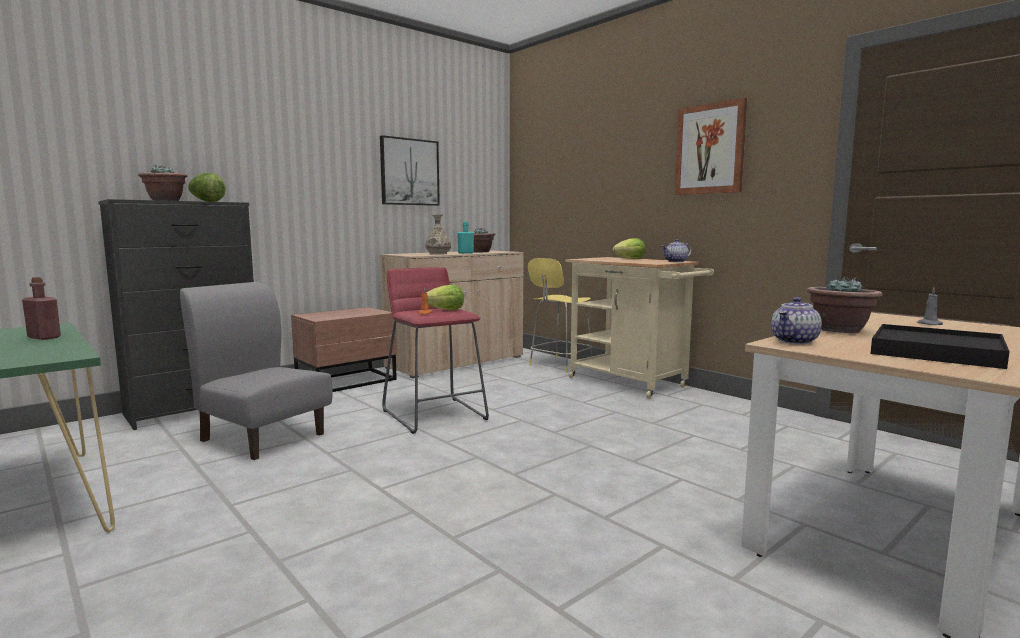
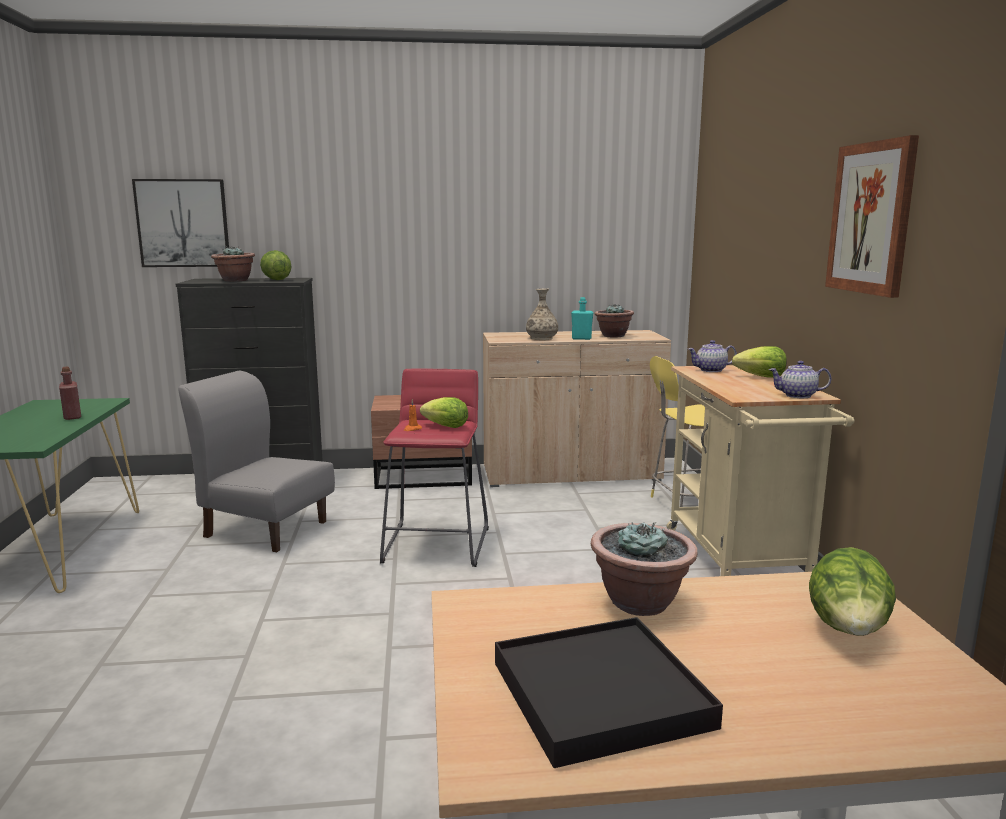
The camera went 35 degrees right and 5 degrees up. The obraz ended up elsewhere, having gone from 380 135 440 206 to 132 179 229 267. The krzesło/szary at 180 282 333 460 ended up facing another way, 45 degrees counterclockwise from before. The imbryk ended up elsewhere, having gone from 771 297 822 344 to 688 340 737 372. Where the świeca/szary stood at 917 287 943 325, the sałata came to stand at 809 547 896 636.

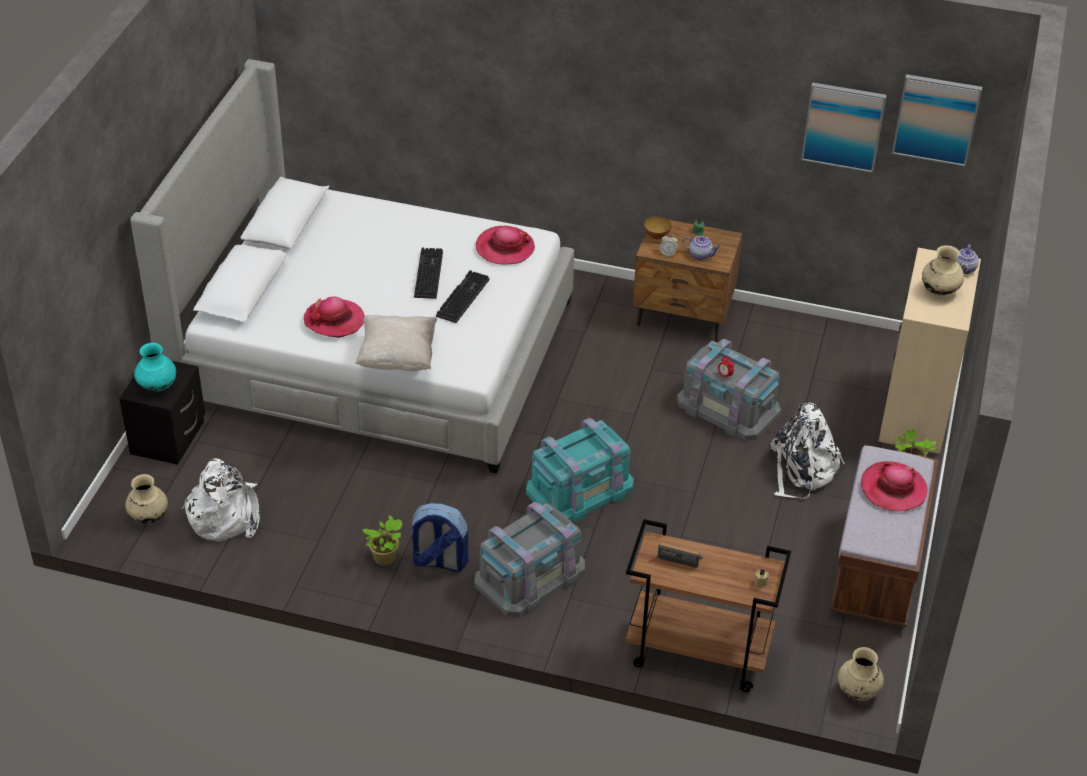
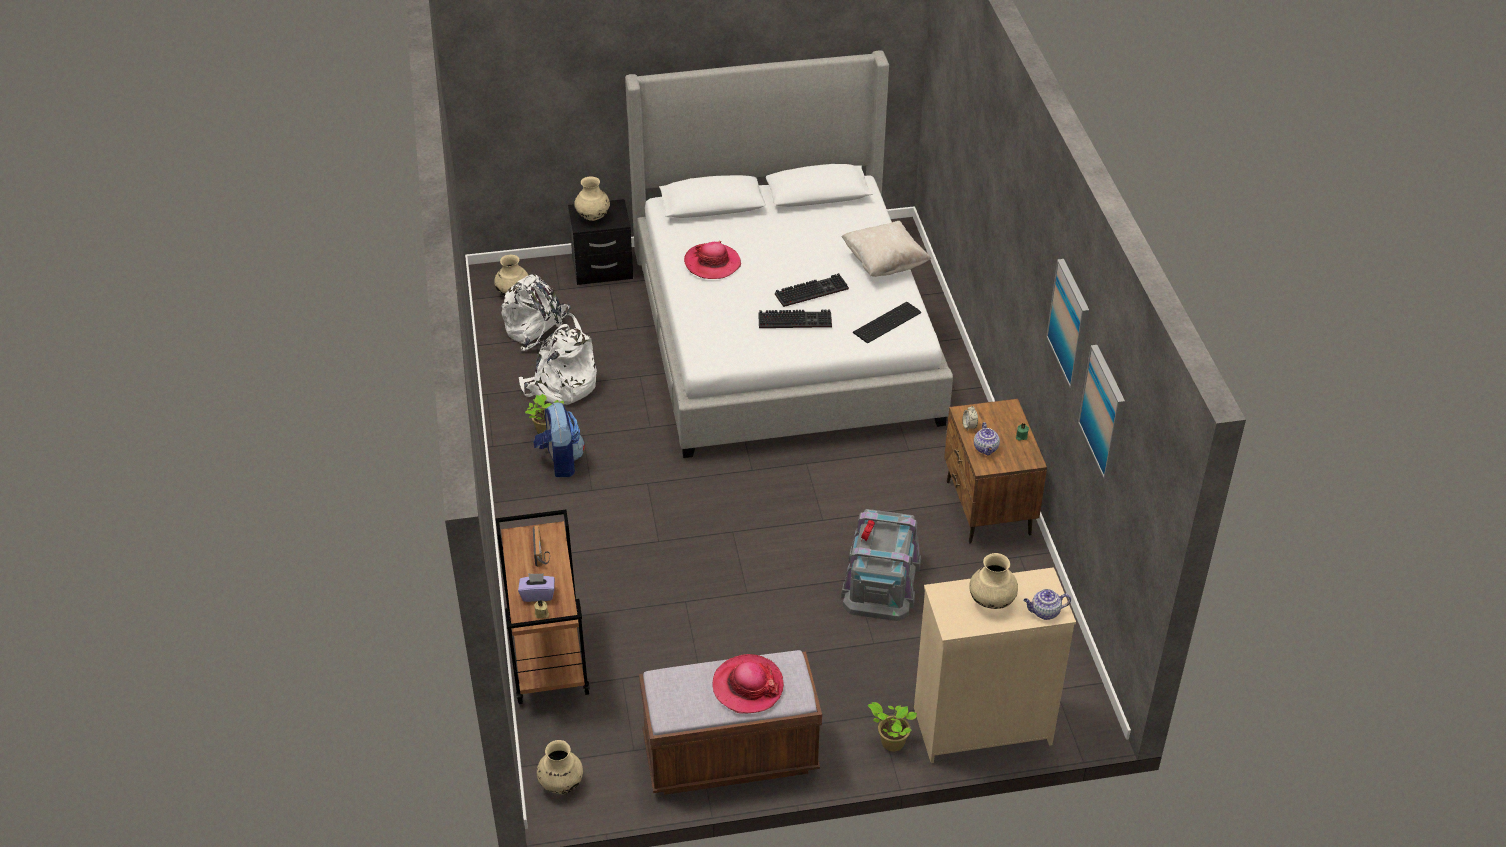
The camera went 65 degrees right and 0 degrees up. The second view gained the pudełko chusteczek/fioletowy at 518 573 555 602. The plecak/biały ended up elsewhere, having gone from 768 402 845 499 to 519 324 597 405. What was the wazon/turkusowy at 134 343 176 391 turned into the wazon/beżowy at 574 176 610 221. The poduszka/beżowy ended up elsewhere, having gone from 355 315 437 371 to 841 221 932 277. Where the kapelusz stood at 476 226 535 264, the klawiatura came to stand at 853 302 921 344. The obraz ended up elsewhere, having gone from 892 74 982 167 to 1046 259 1089 388. The second view lost the pojemnik do przechowywania/szary at 474 502 585 617. The second view lost the pojemnik do przechowywania/turkusowy at 526 418 634 522. The second view lost the miska at 644 216 671 240.

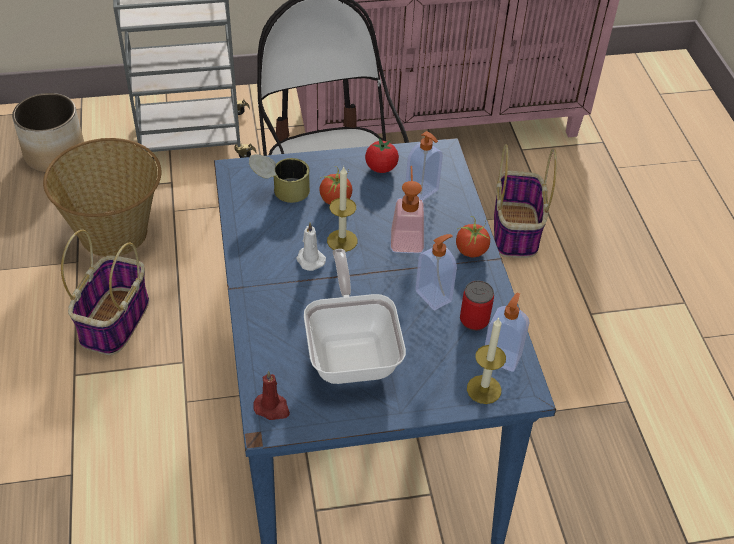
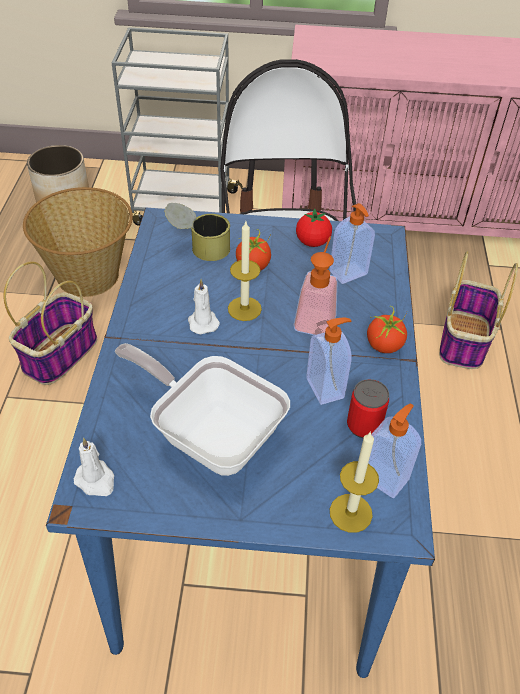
The camera went 15 degrees right and 0 degrees up. What was the świeca/czerwony at 253 370 290 420 turned into the świeca/biały at 74 438 114 496. The patelnia at 304 249 406 384 ended up facing another way, 60 degrees counterclockwise from before.

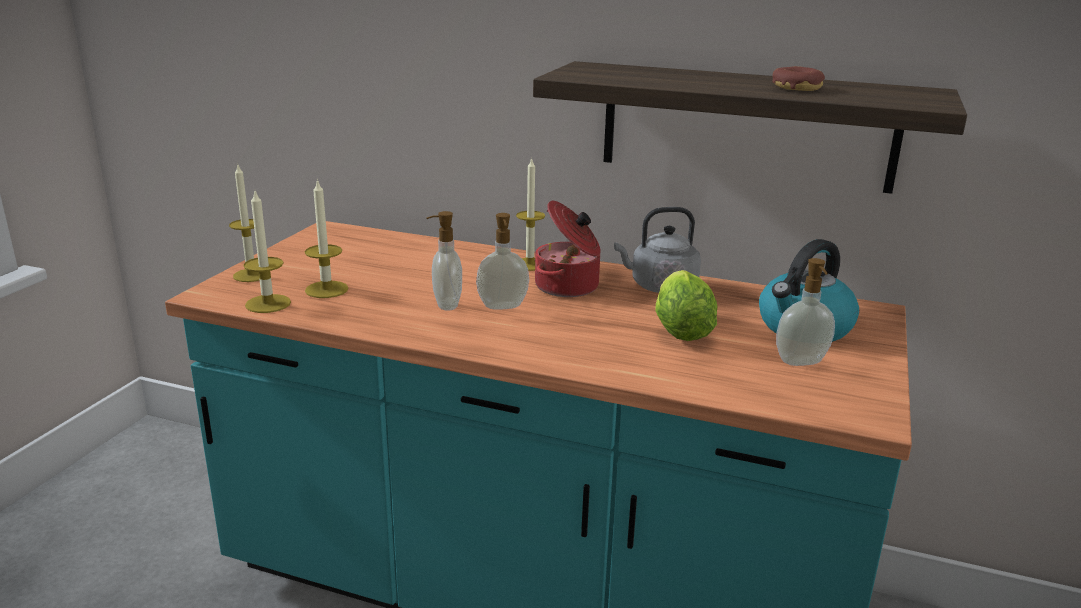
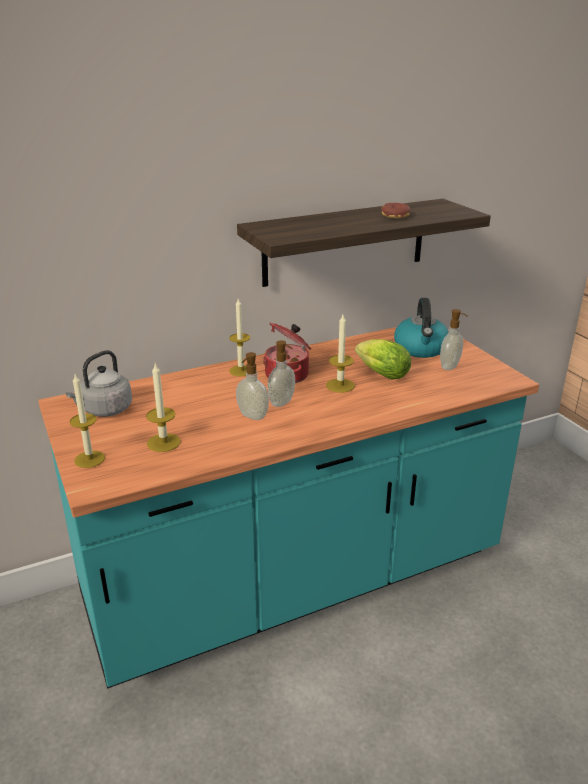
The camera went 45 degrees left and 5 degrees up. The czajnik/szary ended up elsewhere, having gone from 614 207 701 293 to 66 350 132 417. The świeca ended up elsewhere, having gone from 244 191 291 313 to 326 315 355 393.

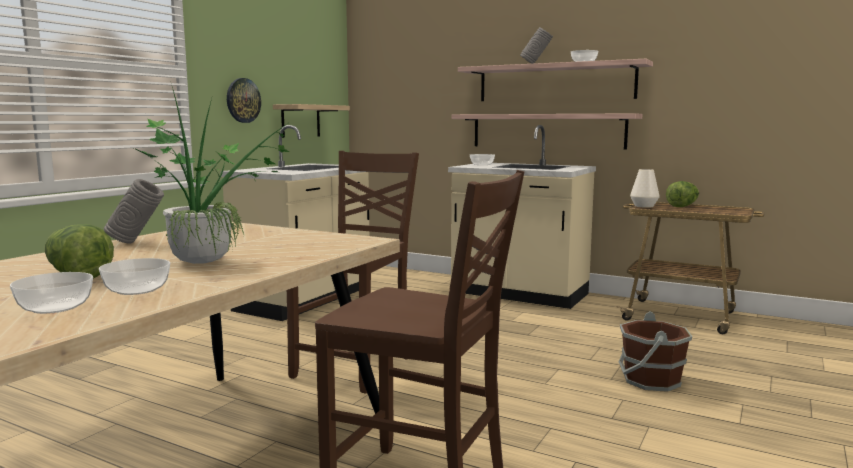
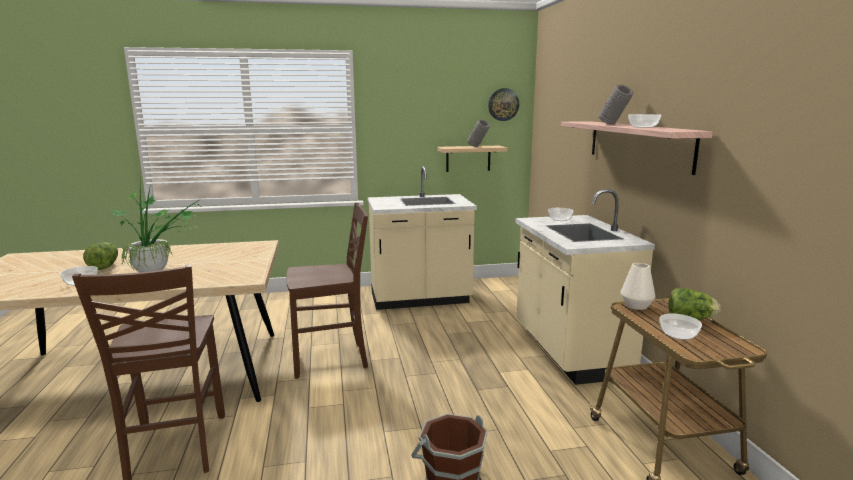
The camera went 50 degrees right and 5 degrees up. The wazon/szary ended up elsewhere, having gone from 104 179 164 244 to 467 120 490 147. The zegar ścienny ended up elsewhere, having gone from 227 78 261 123 to 488 88 519 121. The miska ended up elsewhere, having gone from 10 272 93 314 to 659 314 702 340. The second view lost the półka at 451 113 643 150.

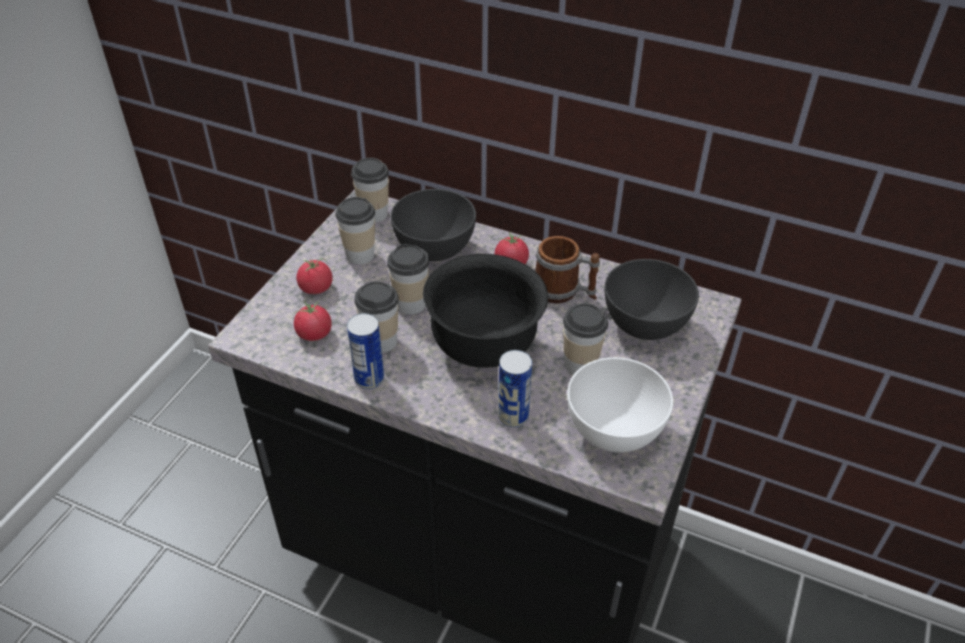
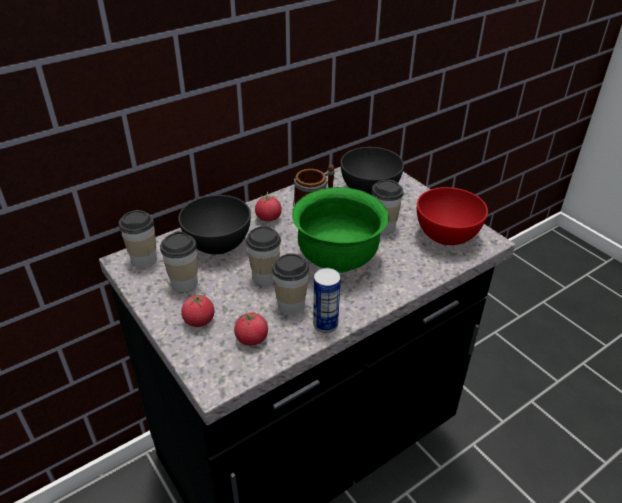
The camera went 60 degrees left and 5 degrees down. What was the miska/czarny at 423 254 548 368 turned into the miska/zielony at 292 187 389 273. What was the miska/biały at 567 357 673 452 turned into the miska/czerwony at 417 187 488 245. The second view lost the puszka at 498 350 532 428.

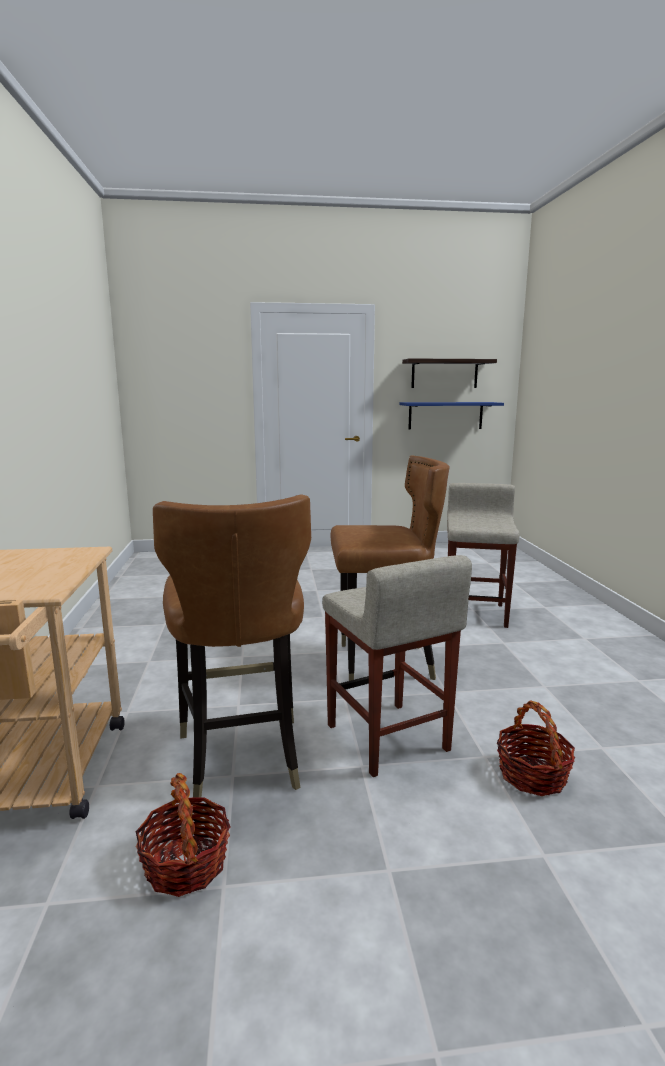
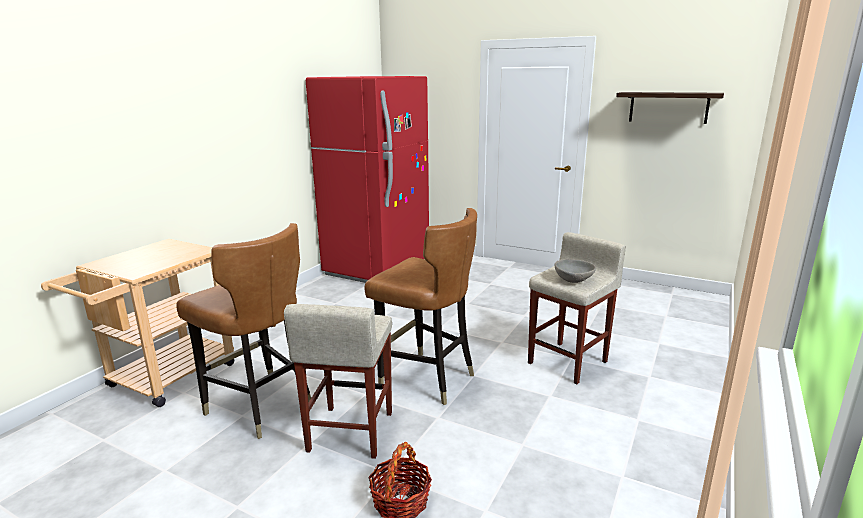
The camera went 35 degrees right and 5 degrees up. The krzesło/brązowy at 153 495 311 803 ended up facing another way, 75 degrees counterclockwise from before. The second view gained the lodówka/czerwony at 306 76 429 283. The second view gained the miska/szary at 555 259 596 283. The second view lost the koszyk at 136 773 230 897. The second view lost the półka/niebieski at 400 402 504 430.

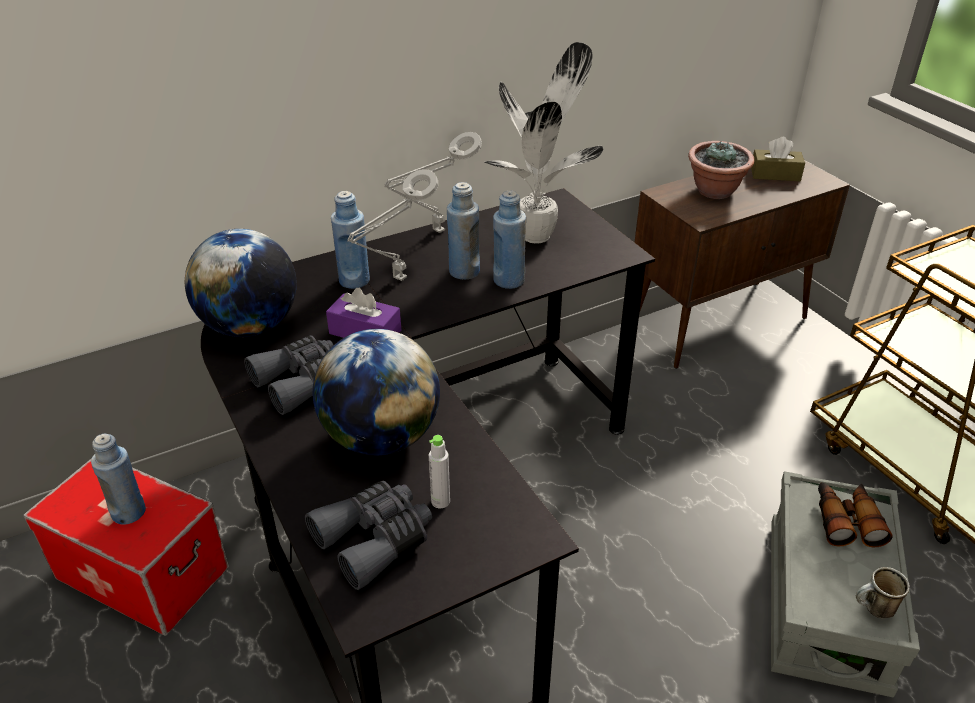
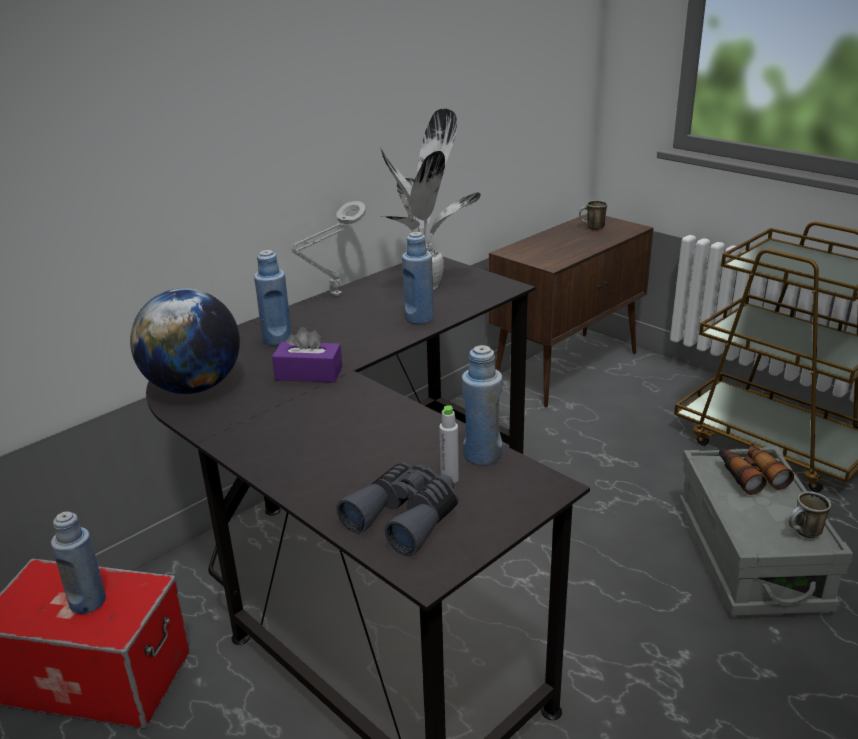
The camera went 15 degrees left and 10 degrees down. The butelka/niebieski ended up elsewhere, having gone from 447 182 480 279 to 462 345 502 466. Where the pudełko chusteczek/brązowy stood at 751 137 805 181, the kubek came to stand at 579 200 608 230. The second view lost the lornetka/szary at 244 335 333 415. The second view lost the globus at 313 329 440 456. The second view lost the lampa stołowa/szary at 347 169 438 281. The second view lost the roślina doniczkowa at 688 141 754 199.

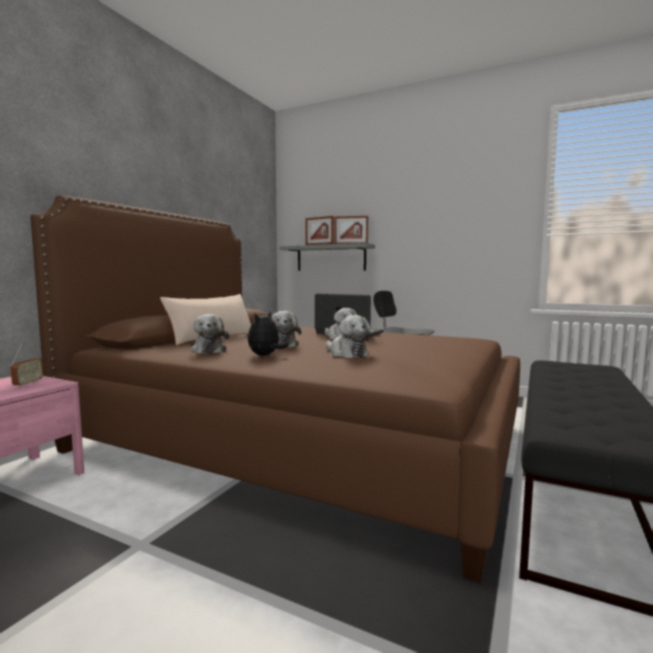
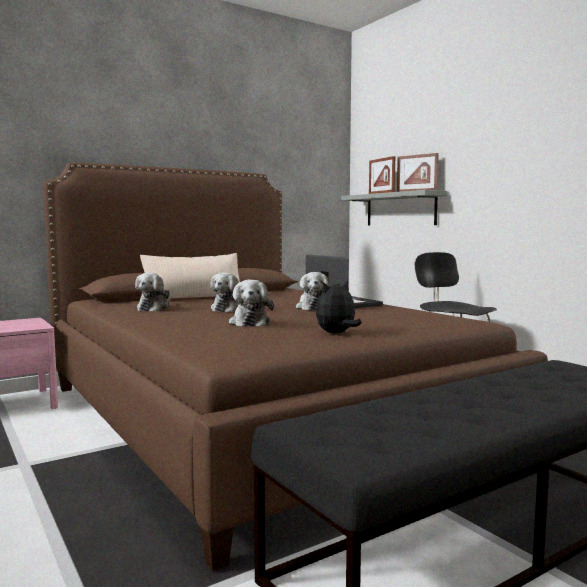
The camera went 30 degrees right and 0 degrees up. The pluszak ended up elsewhere, having gone from 248 312 288 356 to 316 280 362 333. The second view lost the radio at 10 343 43 387.

